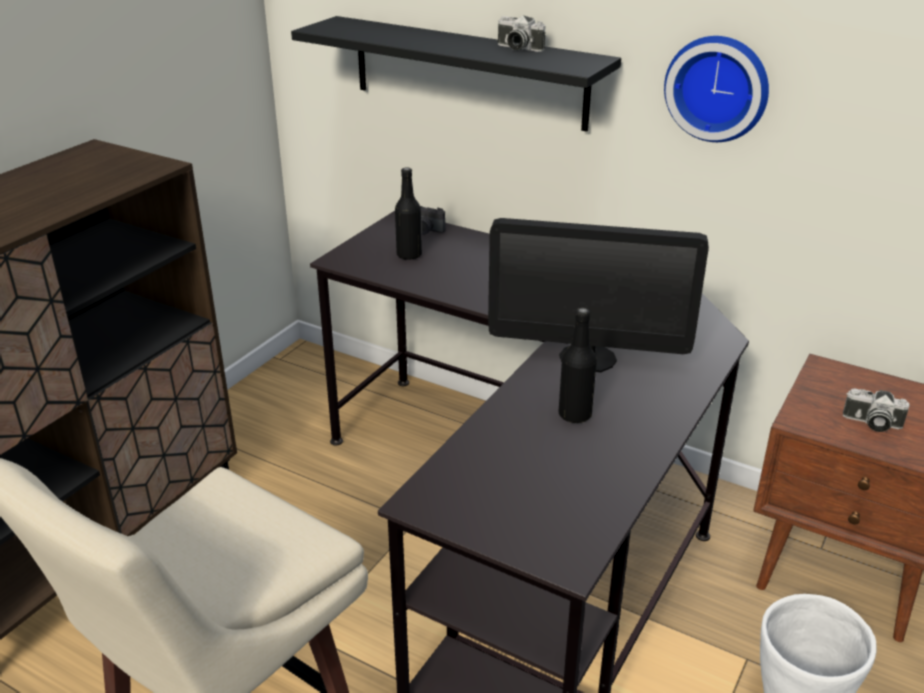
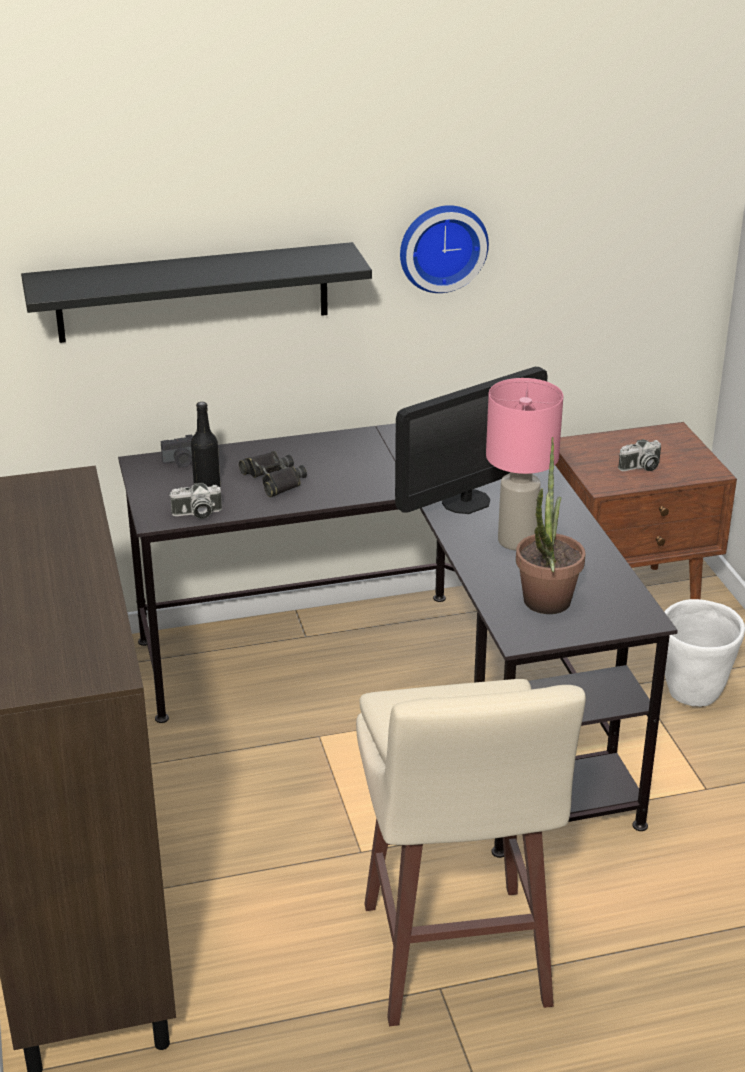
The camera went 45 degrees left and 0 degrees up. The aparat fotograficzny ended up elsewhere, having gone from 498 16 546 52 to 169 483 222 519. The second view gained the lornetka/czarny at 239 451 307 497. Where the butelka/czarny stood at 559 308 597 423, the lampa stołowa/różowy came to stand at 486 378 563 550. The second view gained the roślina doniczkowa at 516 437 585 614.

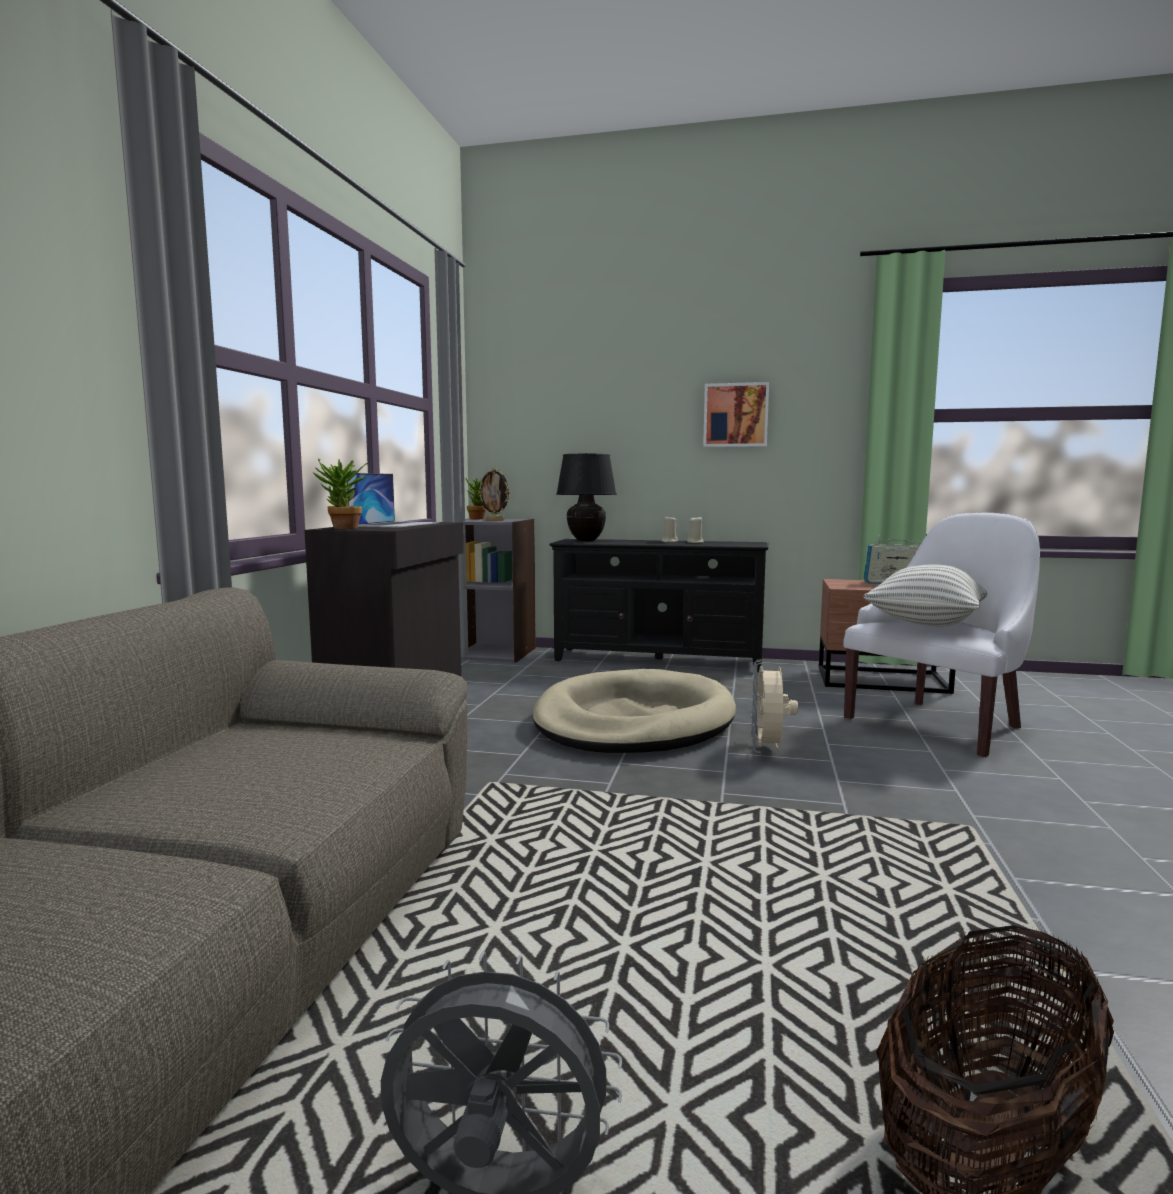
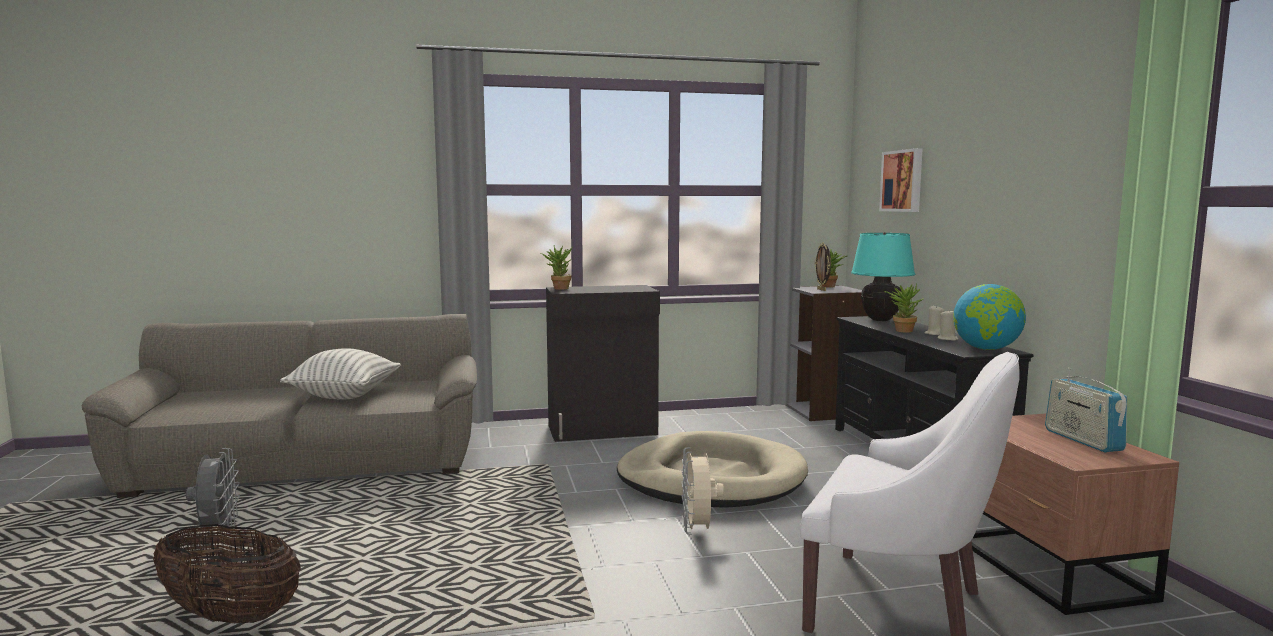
The camera went 65 degrees right and 0 degrees up. The poduszka ended up elsewhere, having gone from 863 565 987 627 to 280 348 401 400. The wentylator/beżowy at 751 660 798 753 ended up facing another way, 75 degrees counterclockwise from before. What was the lampa stołowa/czarny at 556 453 617 541 turned into the lampa stołowa/turkusowy at 851 232 915 321. The obraz ended up elsewhere, having gone from 703 382 769 447 to 879 148 923 212. The second view gained the roślina doniczkowa at 884 283 924 333. The second view gained the globus at 953 284 1026 350. The second view lost the laptop at 347 473 440 527.

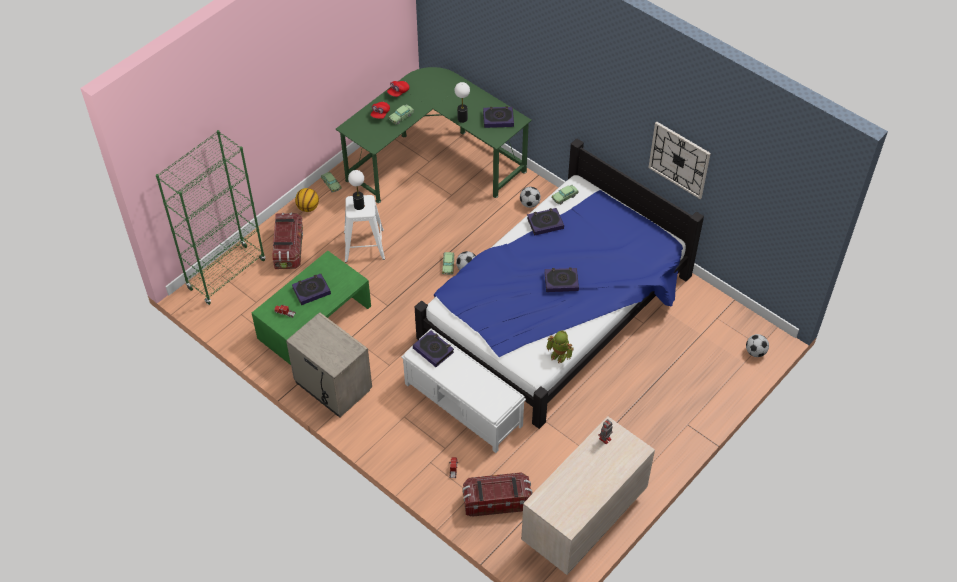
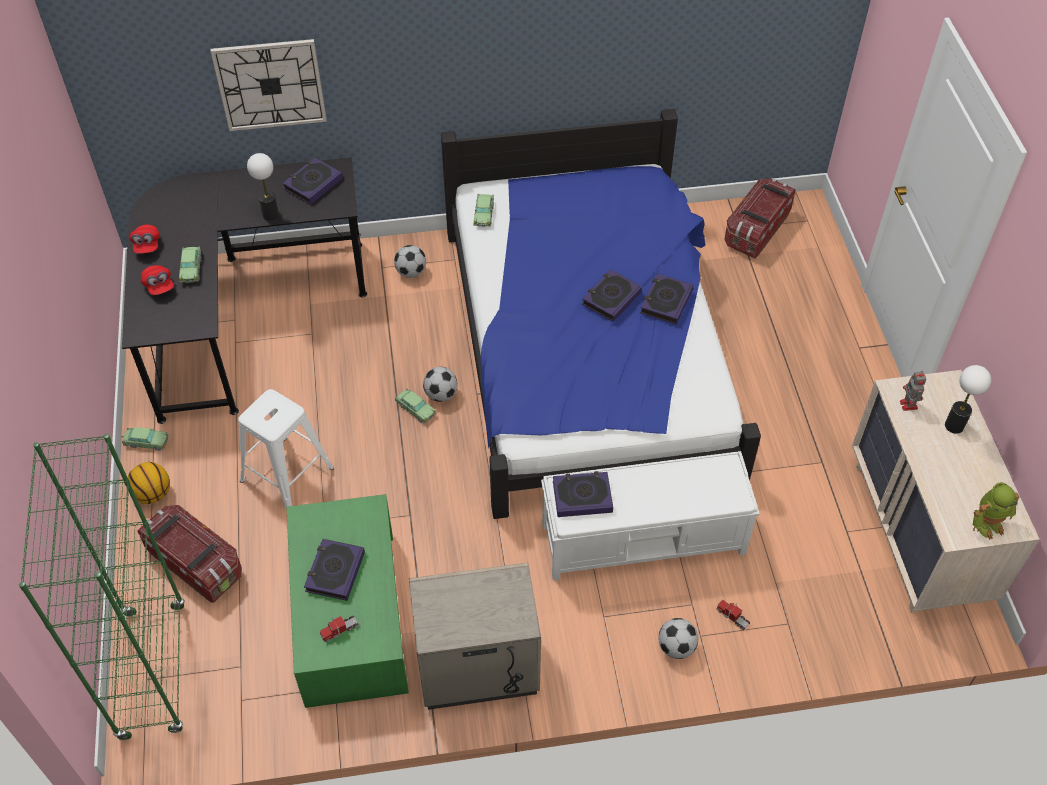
The camera went 50 degrees left and 0 degrees up. What was the biurko/zielony at 336 67 532 203 turned into the biurko/czarny at 122 157 367 424. The zegar ścienny ended up elsewhere, having gone from 648 122 711 199 to 211 39 327 131. The książka ended up elsewhere, having gone from 527 208 564 236 to 640 273 693 325. The piłka futbolowa ended up elsewhere, having gone from 746 334 769 357 to 658 618 699 659. The pojemnik do przechowywania ended up elsewhere, having gone from 462 472 532 517 to 724 178 796 259. The lampa stołowa ended up elsewhere, having gone from 348 170 364 210 to 945 365 991 434. The robot zabawkowy ended up elsewhere, having gone from 546 331 574 364 to 972 482 1019 540.

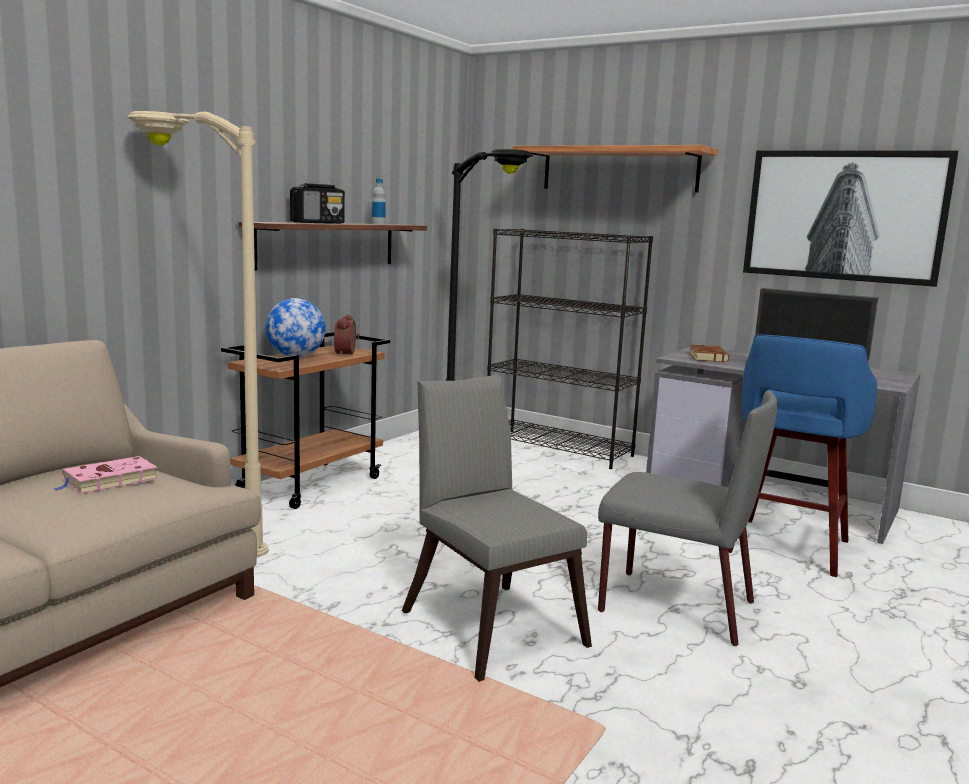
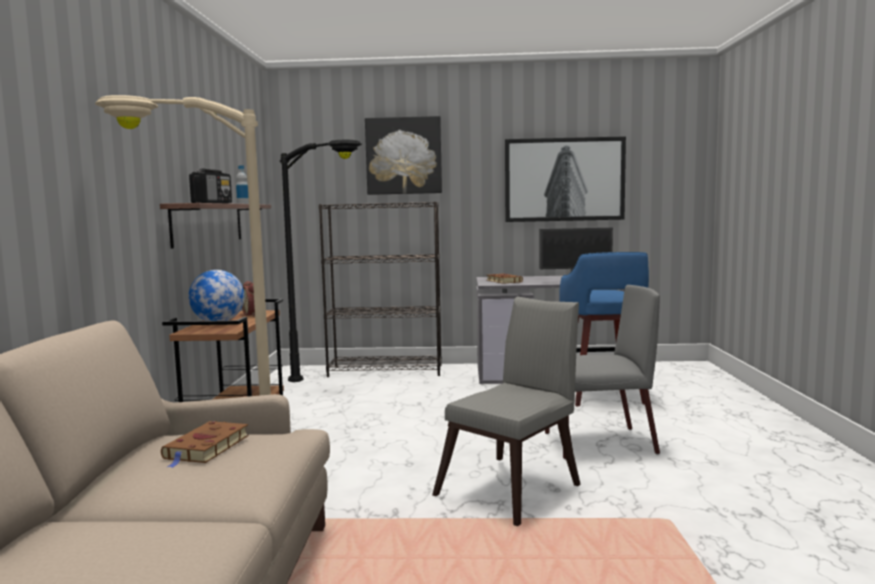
The camera went 30 degrees left and 5 degrees down. What was the książka/różowy at 54 456 158 494 turned into the książka/brązowy at 161 421 249 468. Where the półka hung at 512 145 718 193, the obraz came to hang at 365 116 442 195. The krzesło/szary at 402 375 592 682 ended up facing another way, 105 degrees clockwise from before.

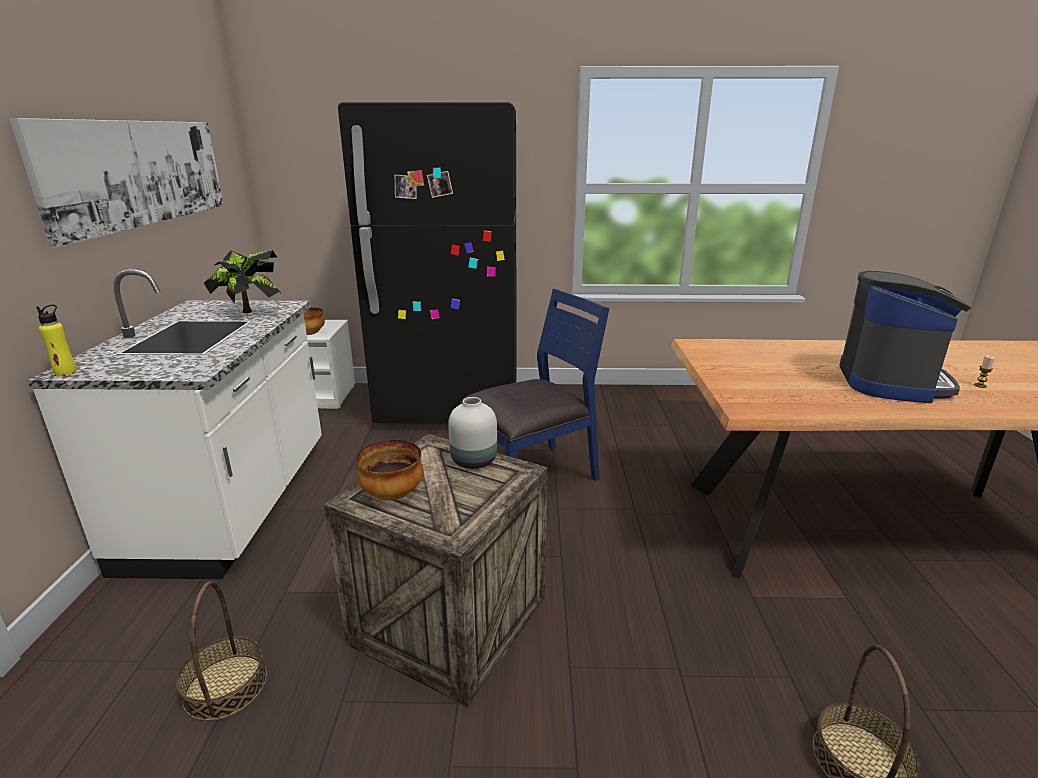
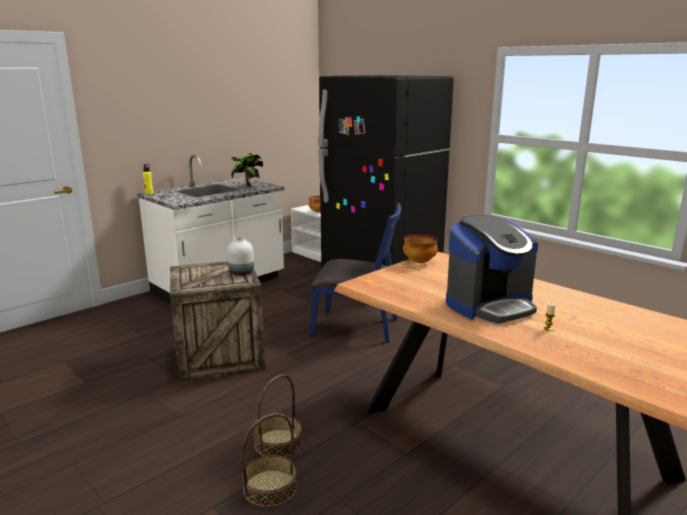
The camera went 45 degrees right and 5 degrees down. The koszyk ended up elsewhere, having gone from 176 581 267 721 to 253 374 303 457. The miska ended up elsewhere, having gone from 356 440 423 501 to 403 234 438 263. The second view lost the obraz at 10 118 224 247.

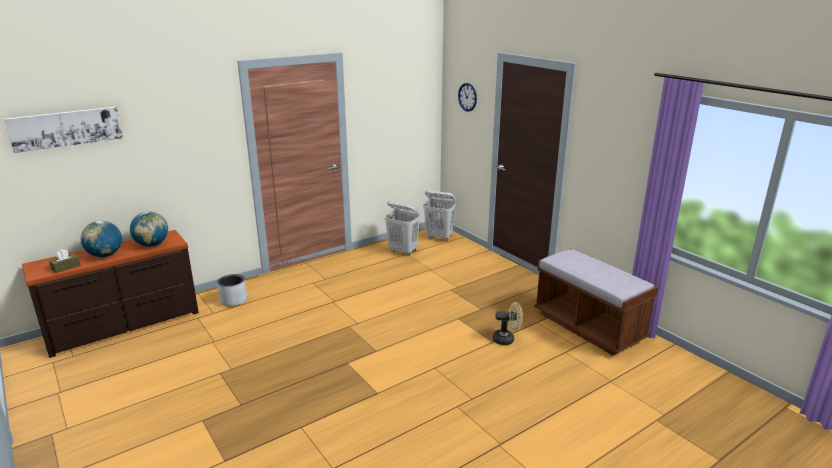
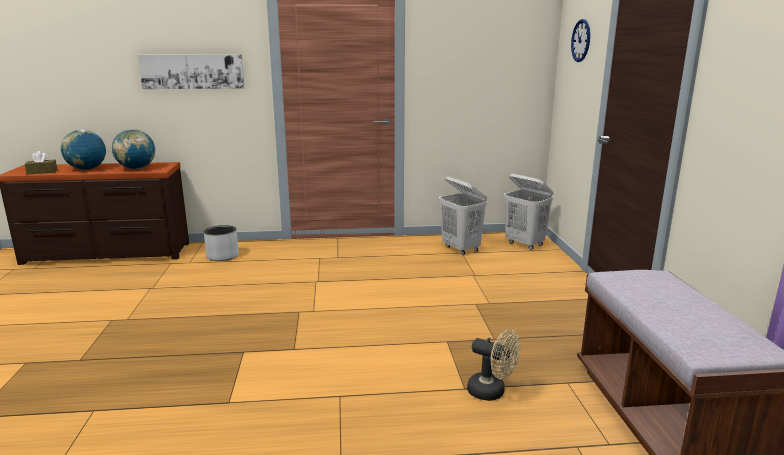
The camera went 30 degrees right and 5 degrees down. The obraz ended up elsewhere, having gone from 4 107 123 153 to 138 54 245 89.

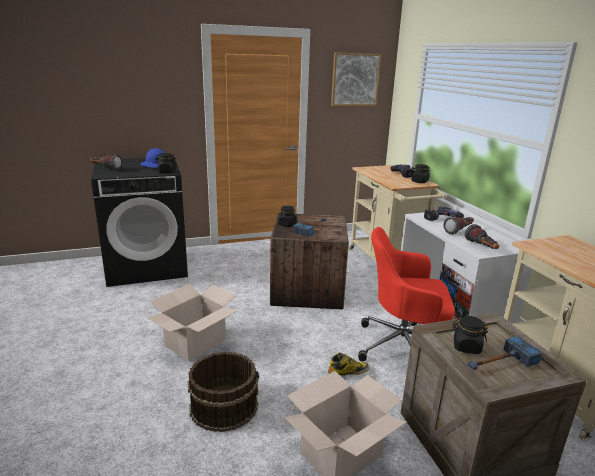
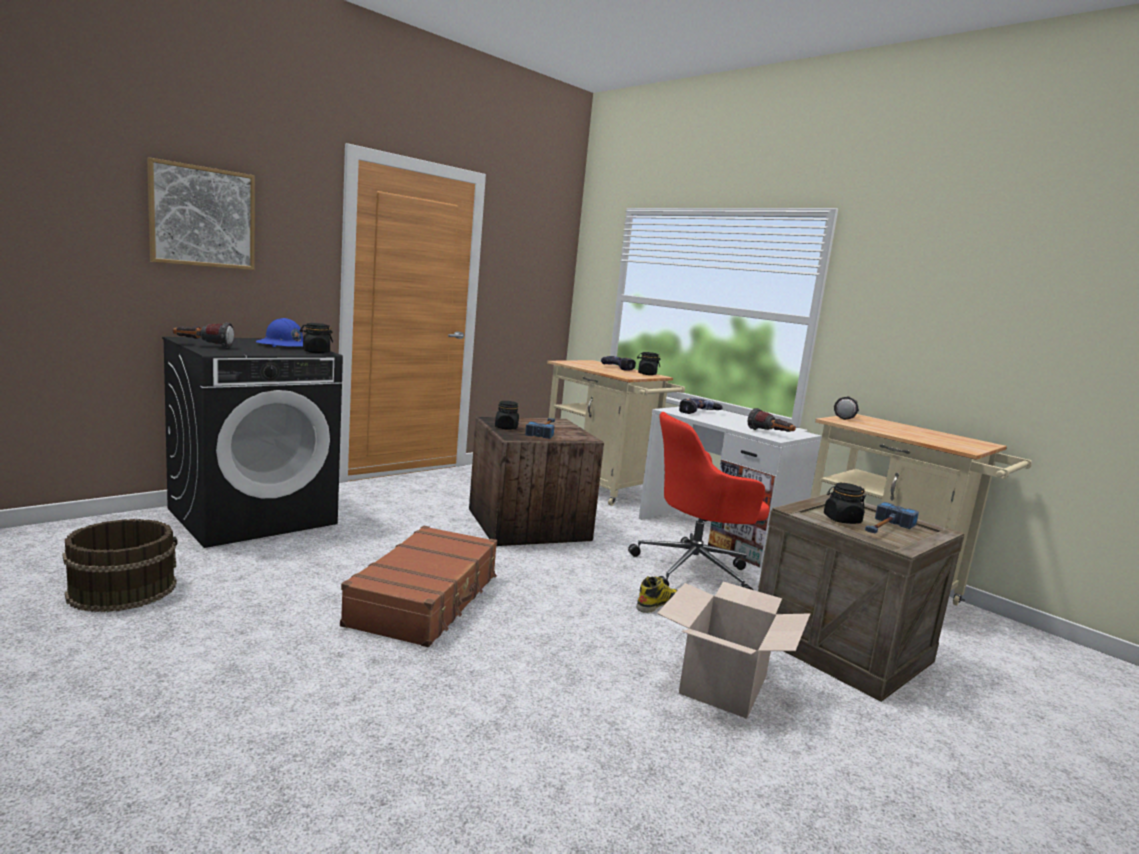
The camera went 25 degrees left and 10 degrees down. The wiadro/brązowy ended up elsewhere, having gone from 187 351 259 432 to 62 519 177 612. The obraz ended up elsewhere, having gone from 331 52 381 106 to 147 157 255 270. Where the karton stood at 147 284 237 361, the walizka/brązowy came to stand at 340 526 497 647. The latarka ended up elsewhere, having gone from 444 217 474 235 to 834 396 859 420.

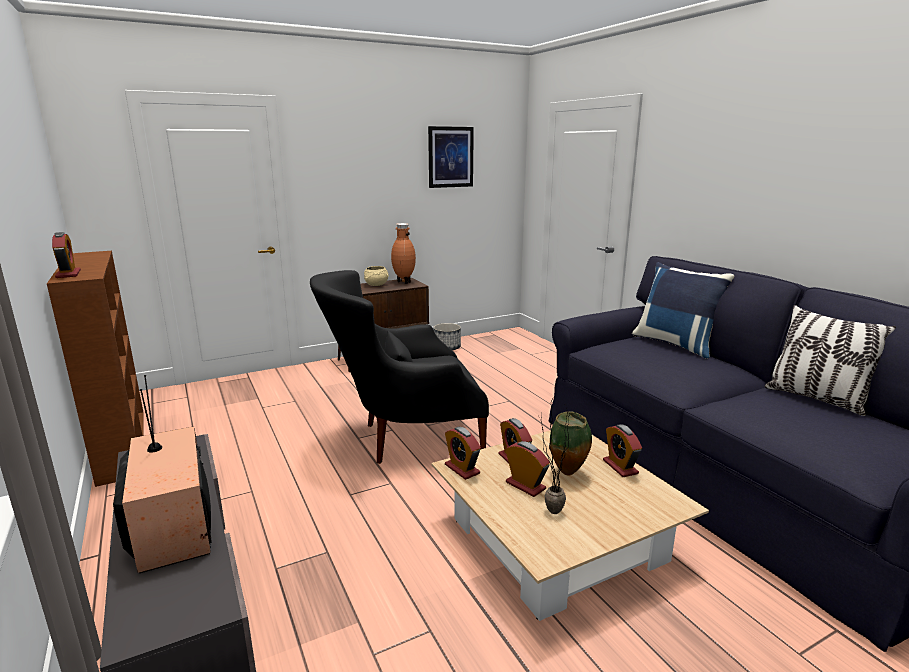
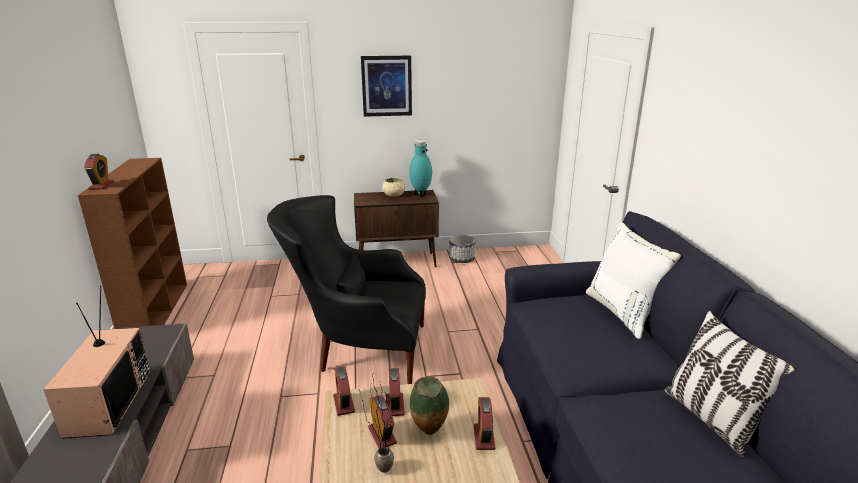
The camera went 20 degrees right and 5 degrees up. The obraz ended up elsewhere, having gone from 428 126 474 188 to 361 56 412 117. What was the wazon/brązowy at 391 223 416 284 turned into the wazon/turkusowy at 409 139 432 197. What was the poduszka/niebieski at 632 262 734 359 turned into the poduszka/biały at 586 222 681 339.

